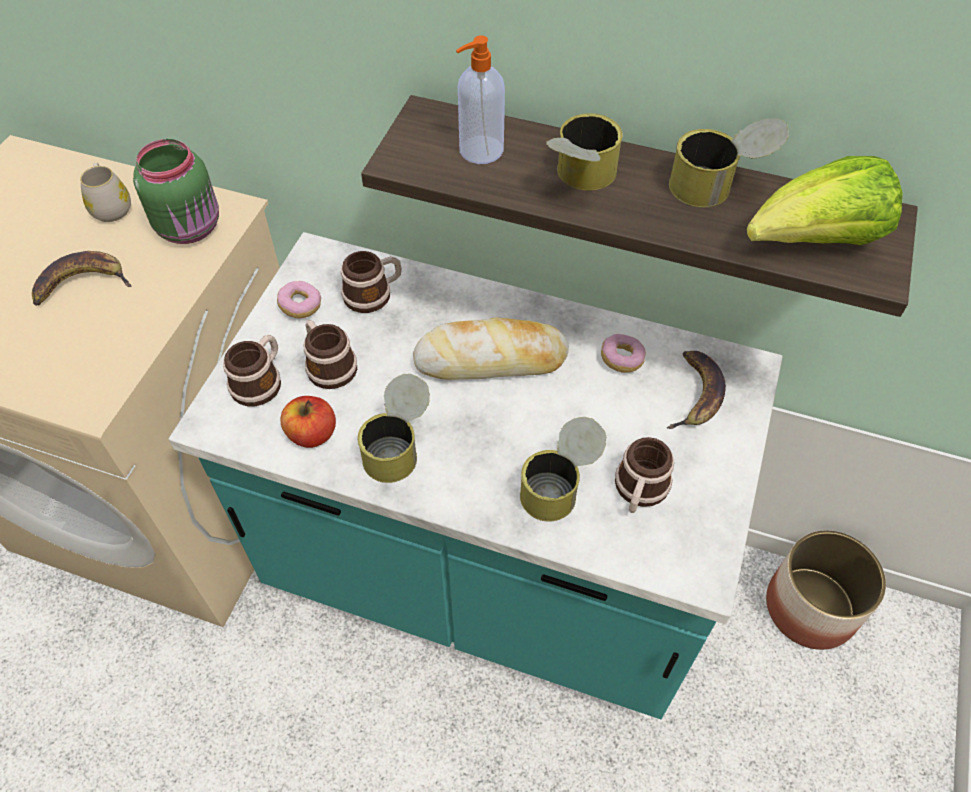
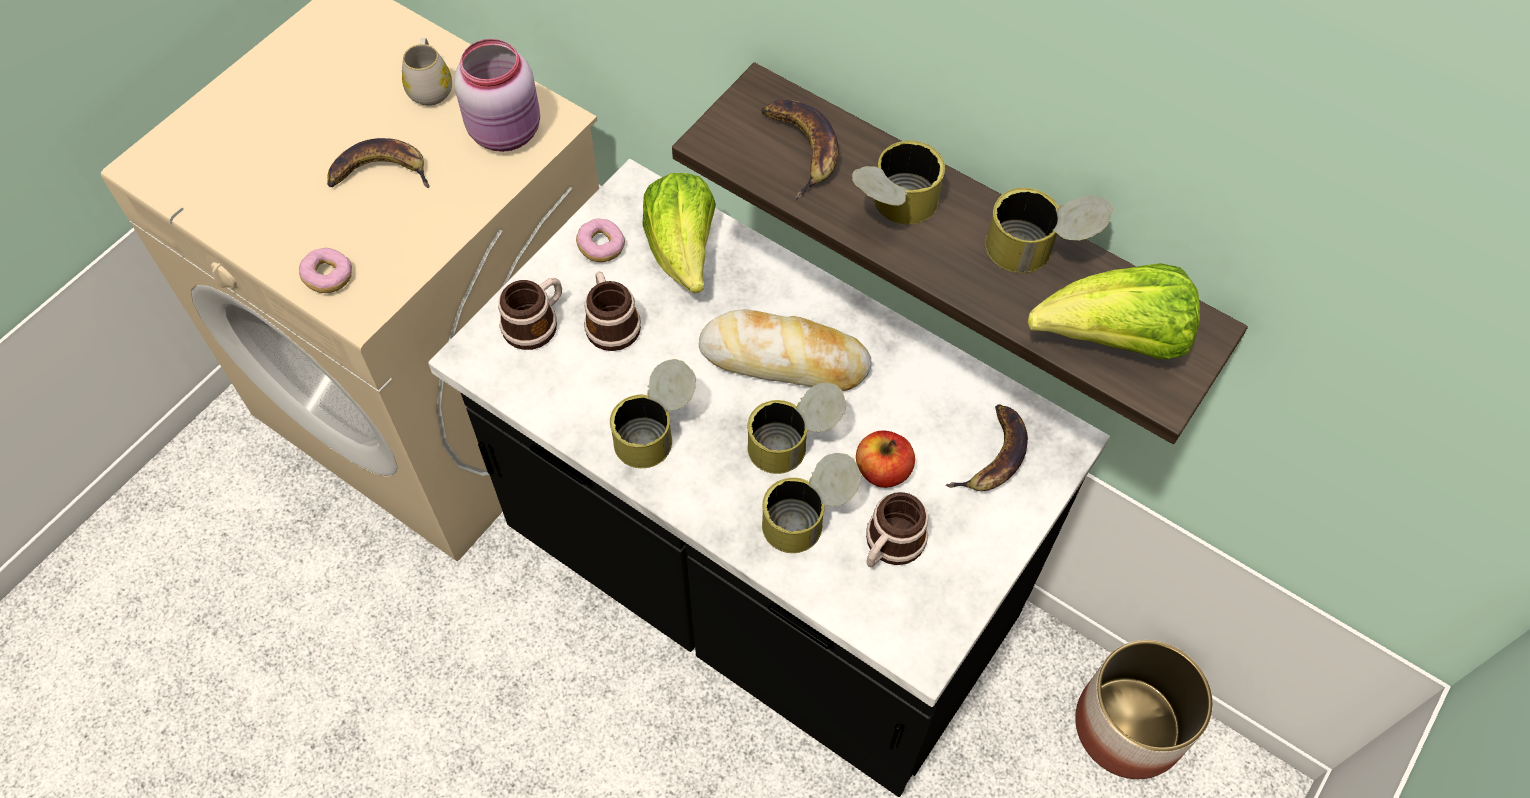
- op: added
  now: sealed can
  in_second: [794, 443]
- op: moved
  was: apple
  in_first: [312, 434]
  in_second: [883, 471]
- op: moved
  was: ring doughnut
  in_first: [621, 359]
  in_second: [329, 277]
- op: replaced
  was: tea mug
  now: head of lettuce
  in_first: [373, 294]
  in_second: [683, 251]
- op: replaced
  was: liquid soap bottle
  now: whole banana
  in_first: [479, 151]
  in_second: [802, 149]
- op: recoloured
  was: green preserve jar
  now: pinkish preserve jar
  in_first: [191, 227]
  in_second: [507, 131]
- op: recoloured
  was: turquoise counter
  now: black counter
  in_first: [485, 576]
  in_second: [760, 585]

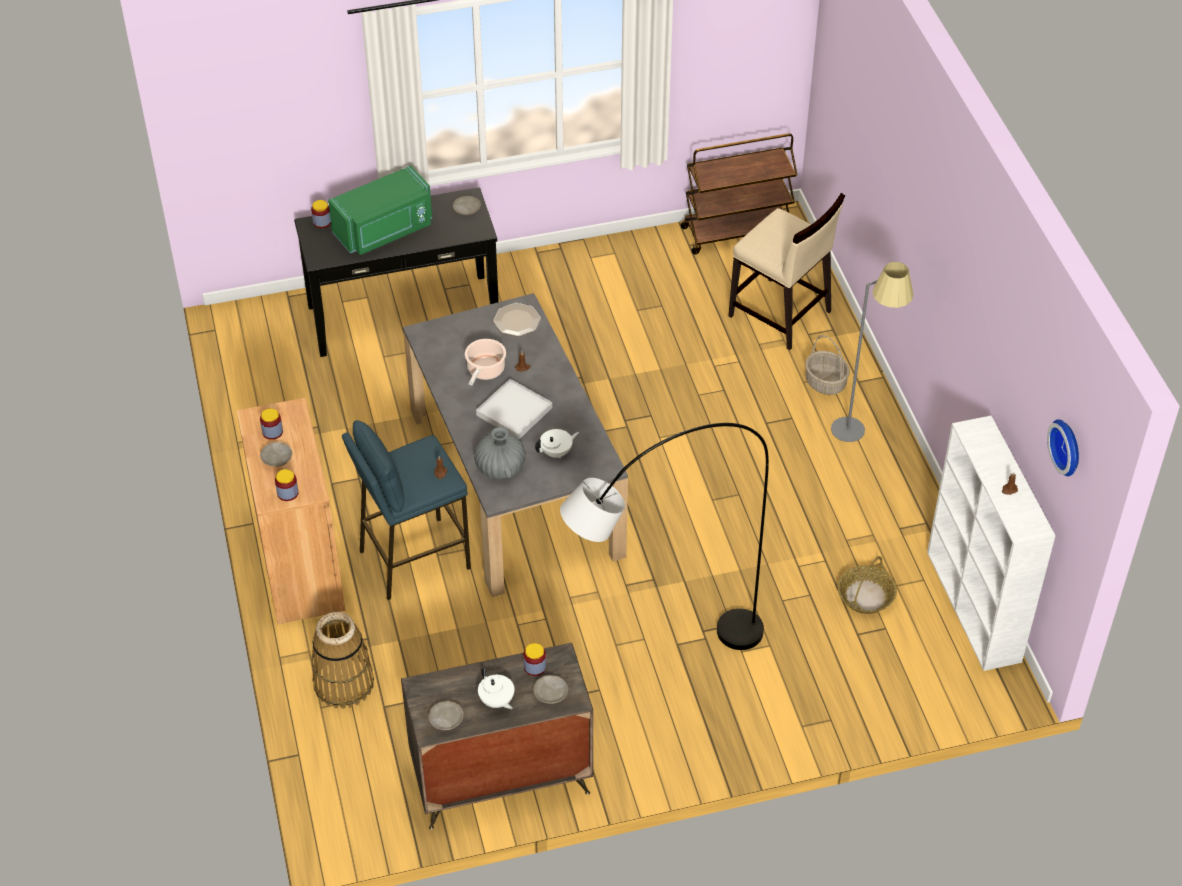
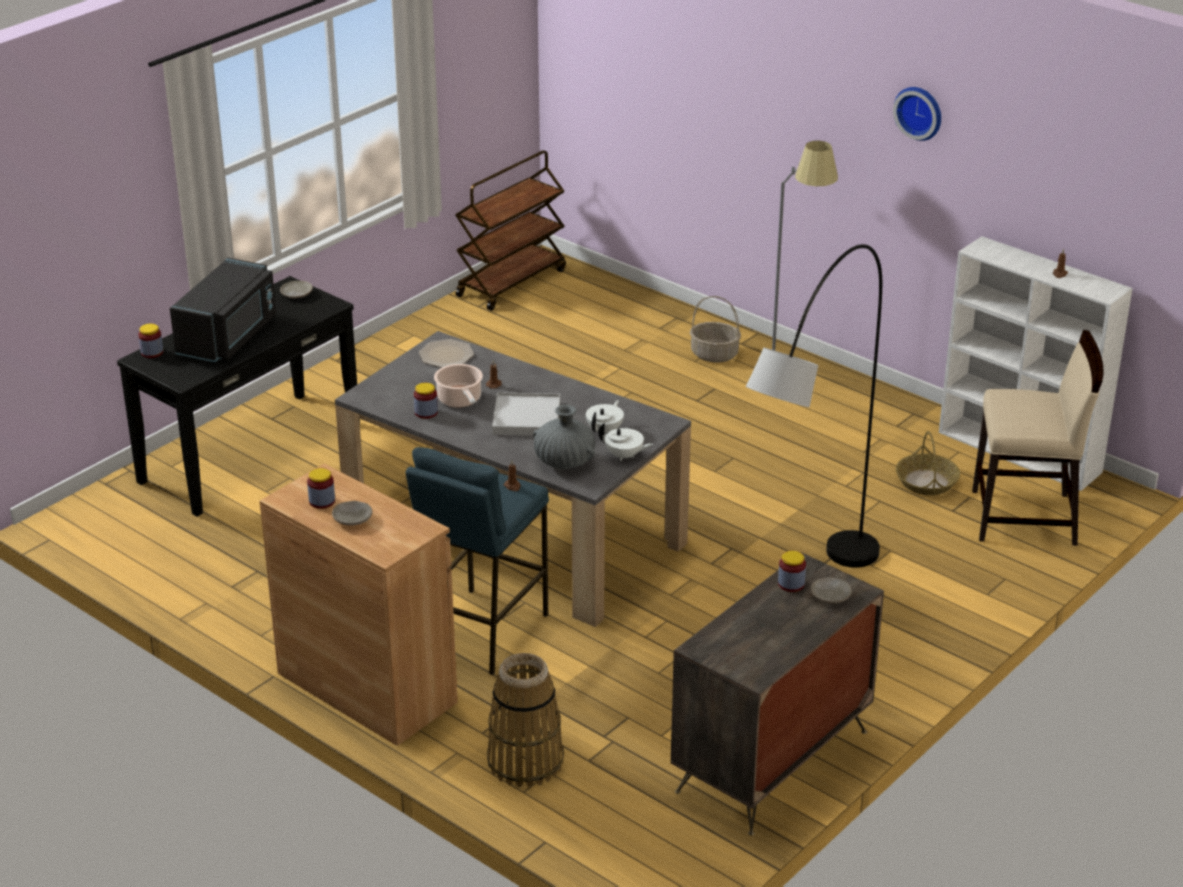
- op: removed
  was: beige-coloured dinner plate
  in_first: [446, 719]
- op: moved
  was: preserve jar
  in_first: [287, 493]
  in_second: [426, 412]
- op: moved
  was: whitish tea pot
  in_first: [496, 701]
  in_second: [624, 456]
- op: moved
  was: beige-coloured chair
  in_first: [780, 314]
  in_second: [1025, 518]
- op: moved
  was: hanging clock
  in_first: [1068, 446]
  in_second: [920, 112]
- op: recoloured
  was: green kitchen microwave
  now: black kitchen microwave
  in_first: [385, 231]
  in_second: [229, 336]

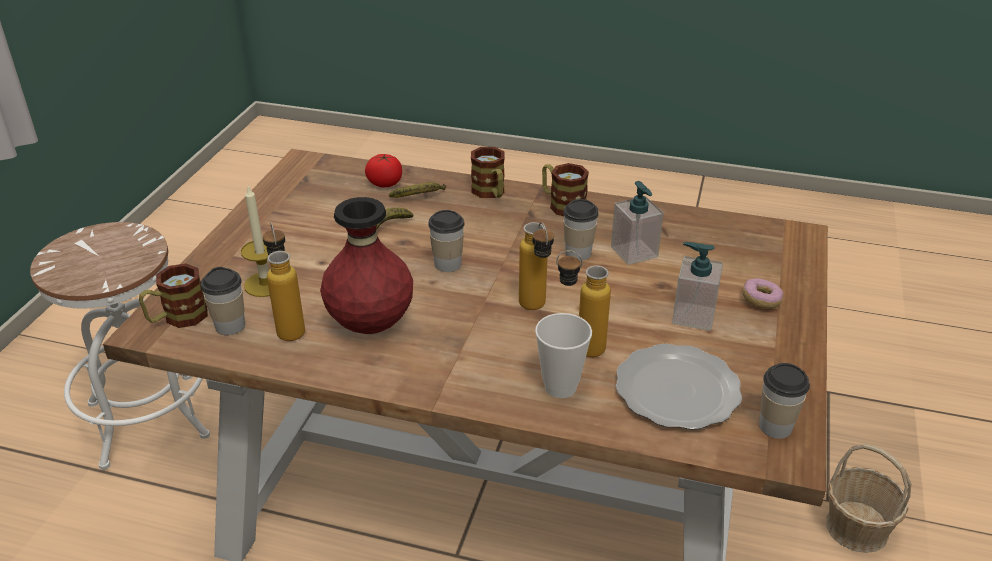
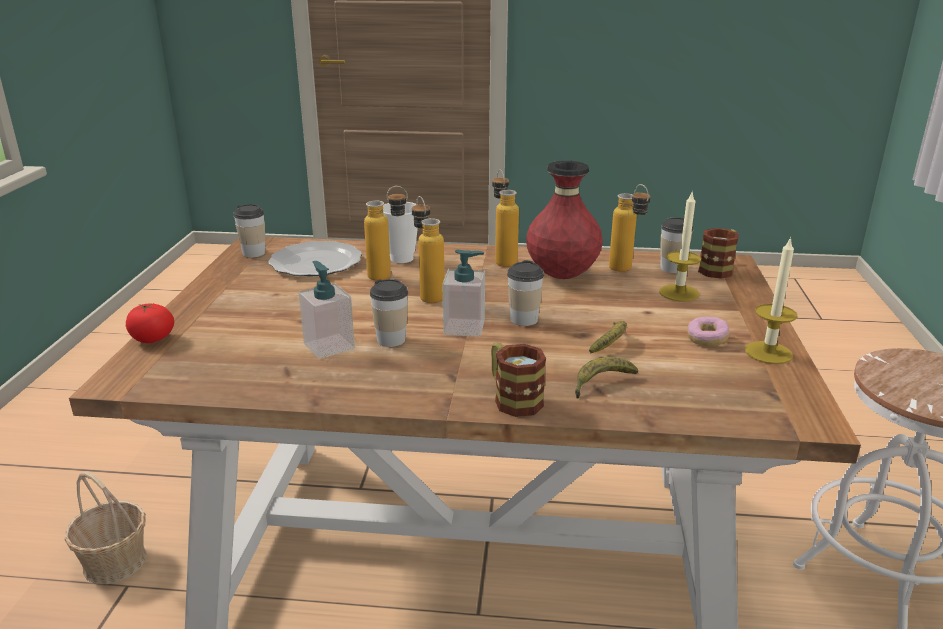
- op: removed
  was: tea mug
  in_first: [562, 204]
- op: added
  now: beverage bottle
  in_second: [503, 260]
- op: added
  now: candle
  in_second: [768, 352]
- op: moved
  was: fresh tomato
  in_first: [385, 183]
  in_second: [152, 339]
- op: moved
  was: liquid soap bottle
  in_first: [693, 316]
  in_second: [464, 327]
- op: moved
  was: ring doughnut
  in_first: [761, 301]
  in_second: [706, 339]

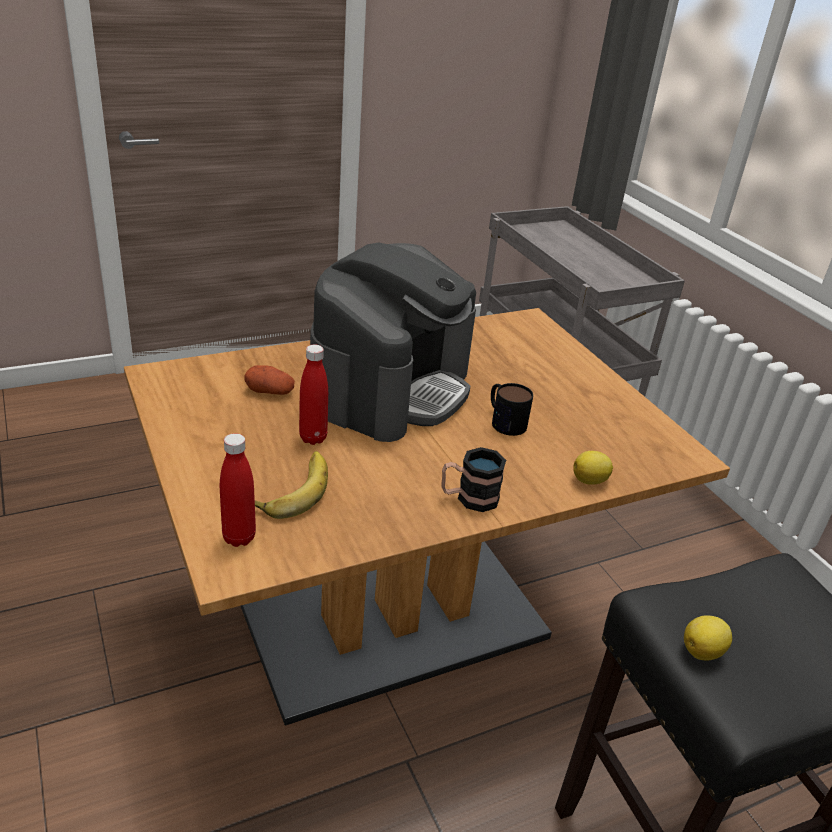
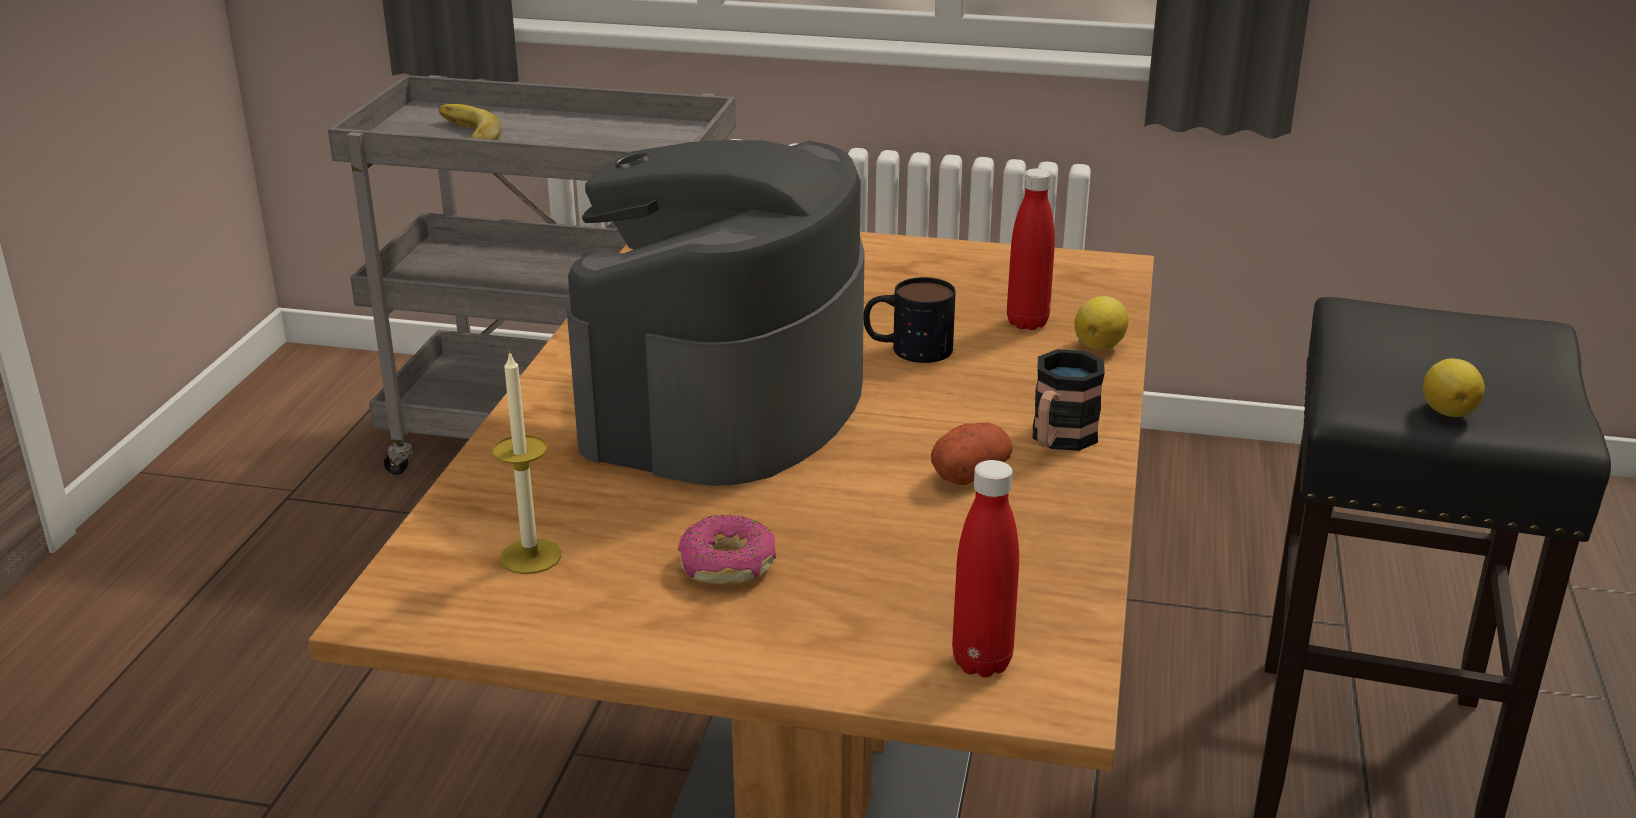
- op: added
  now: candle
  in_second: [530, 556]
- op: added
  now: ring doughnut
  in_second: [728, 565]
- op: moved
  was: whole potato
  in_first: [270, 391]
  in_second: [970, 473]
- op: moved
  was: whole banana
  in_first: [291, 489]
  in_second: [459, 136]
- op: moved
  was: reddish beverage bottle
  in_first: [313, 438]
  in_second: [1027, 322]
- op: turned
  was: coffee maker
  in_first: [391, 388]
  in_second: [724, 400]
  clockwise: -135

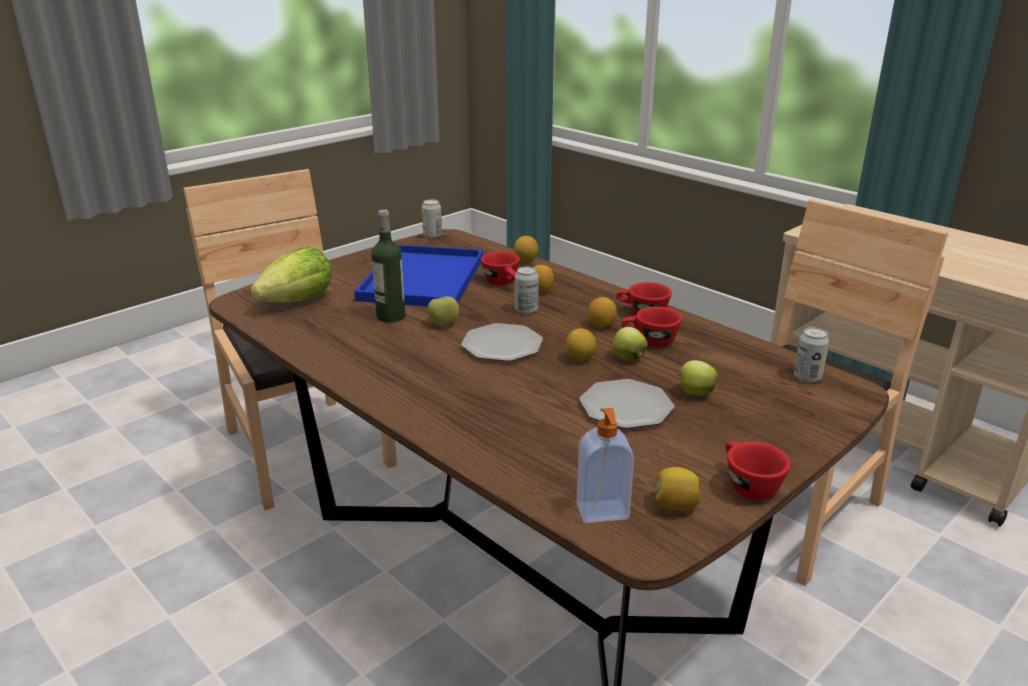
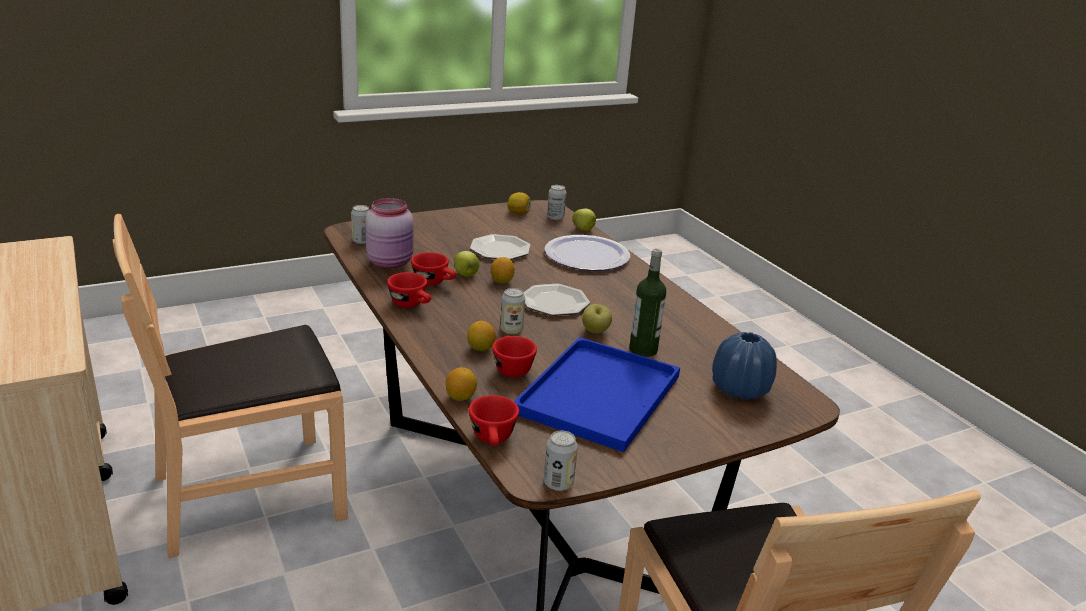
- op: removed
  was: citrus fruit
  in_first: [601, 325]
- op: added
  now: pinkish preserve jar
  in_second: [391, 262]
- op: added
  now: dinner plate
  in_second: [587, 255]
- op: moved
  was: apple
  in_first: [694, 393]
  in_second: [584, 229]
- op: moved
  was: reddish drinking cup
  in_first: [747, 485]
  in_second: [493, 440]
- op: replaced
  was: head of lettuce
  now: blue vase
  in_first: [298, 301]
  in_second: [739, 389]
- op: replaced
  was: liquid soap bottle
  now: sealed can
  in_first: [602, 513]
  in_second: [555, 217]

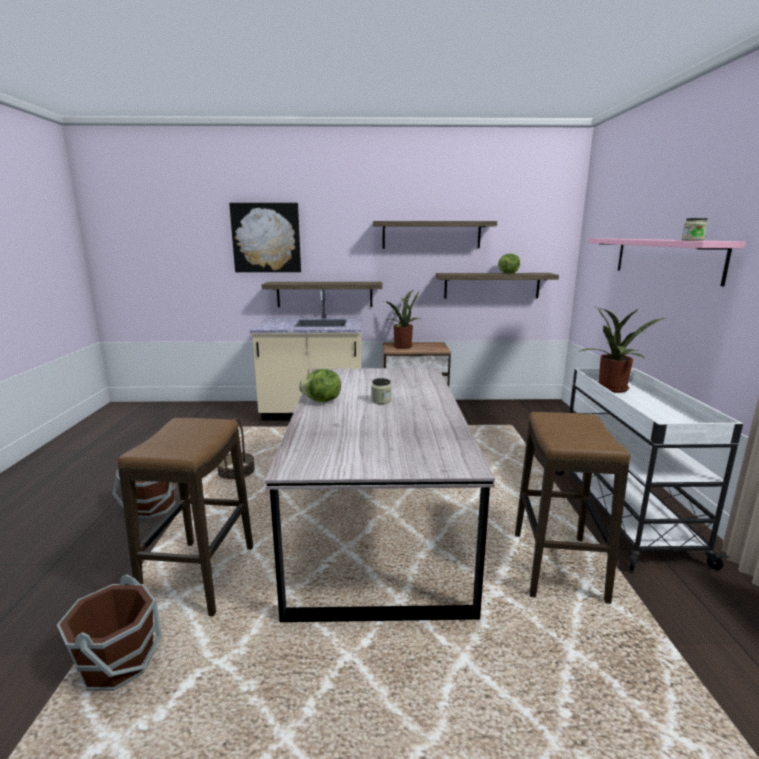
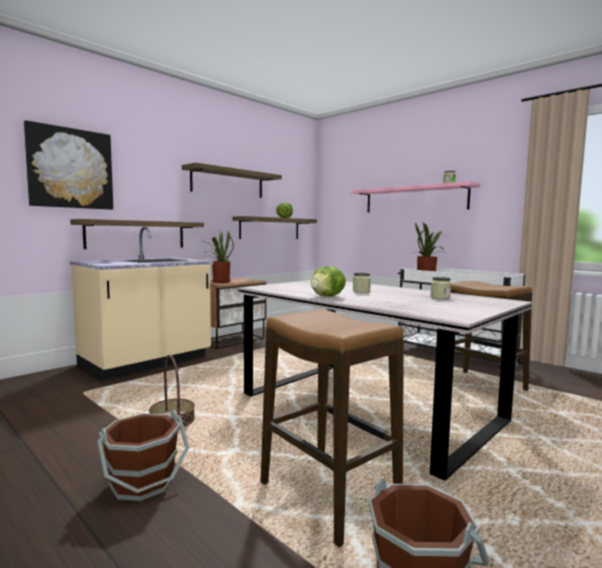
- op: added
  now: preserve jar
  in_second: [440, 297]

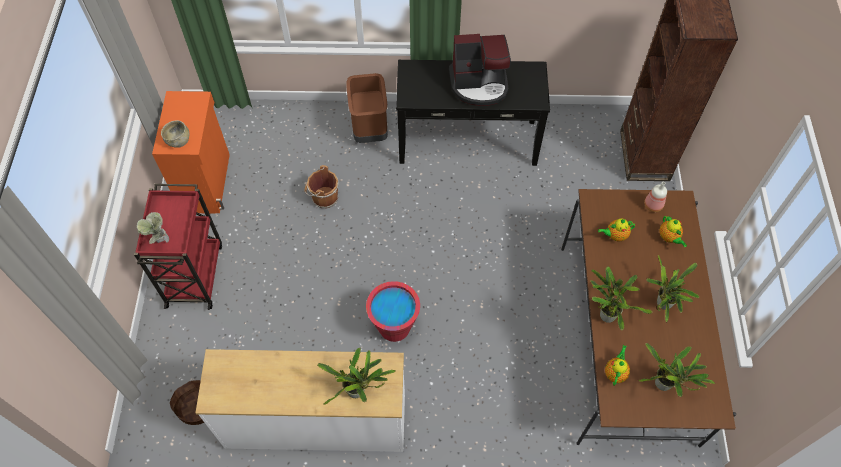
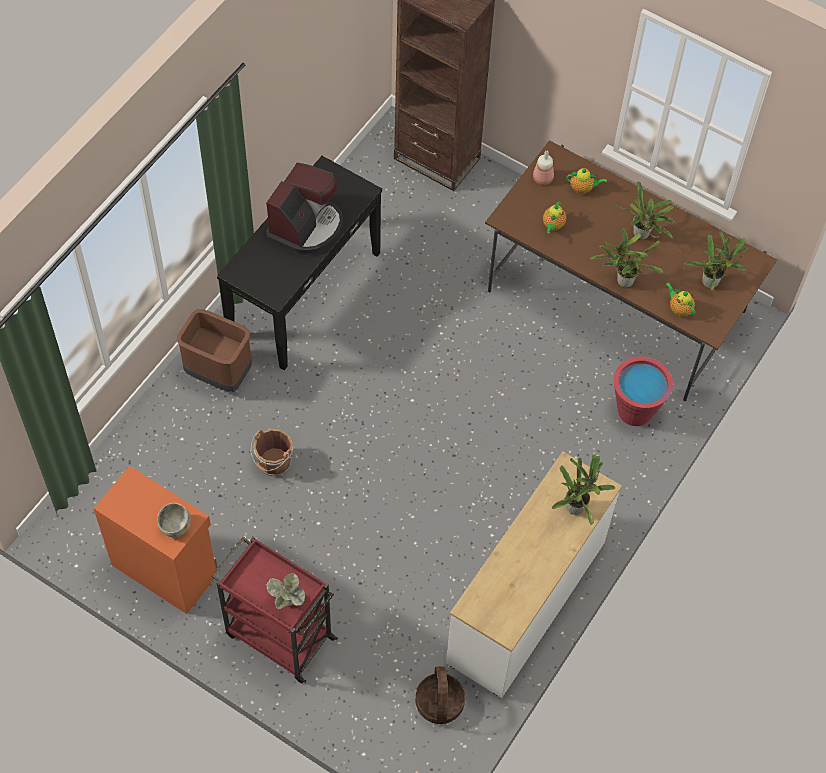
- op: moved
  was: reddish water bucket
  in_first: [394, 327]
  in_second: [635, 410]

